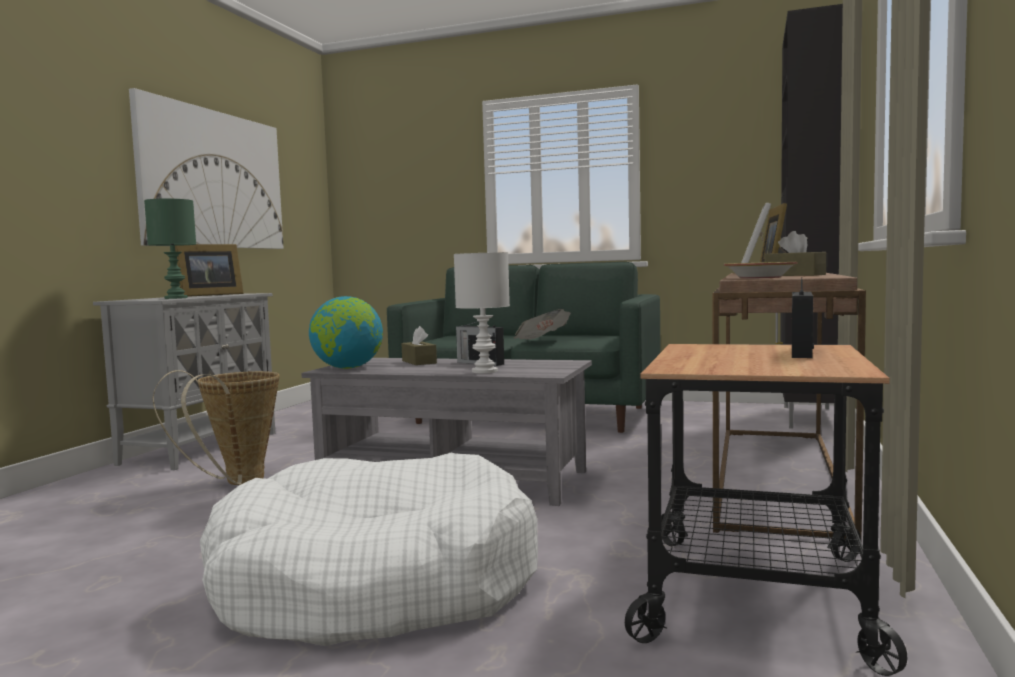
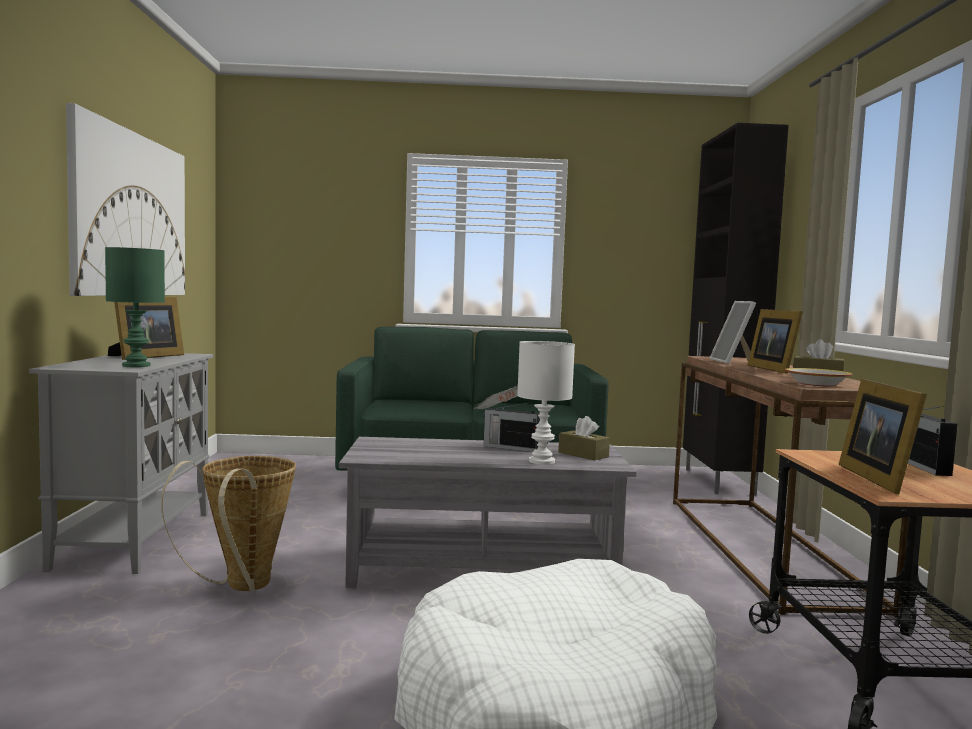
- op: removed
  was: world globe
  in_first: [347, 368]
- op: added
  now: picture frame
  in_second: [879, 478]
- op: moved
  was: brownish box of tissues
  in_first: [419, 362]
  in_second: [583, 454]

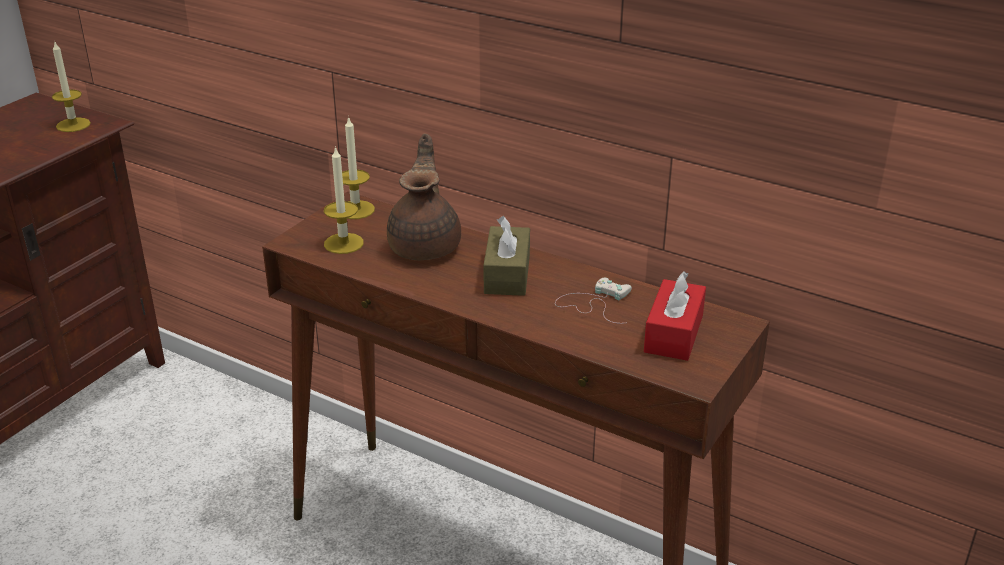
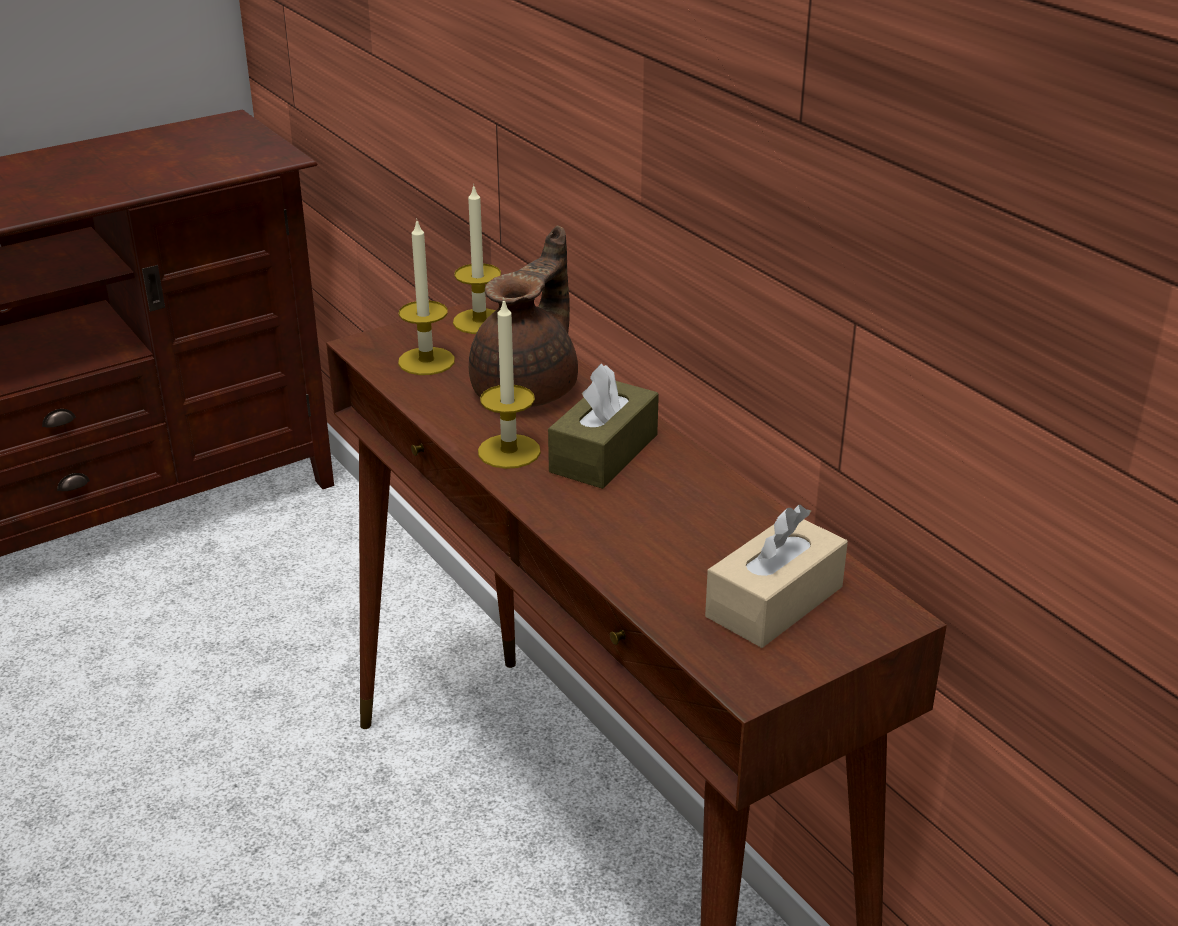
- op: removed
  was: whitish joypad
  in_first: [594, 303]
- op: moved
  was: candle
  in_first: [73, 125]
  in_second: [509, 451]
- op: recoloured
  was: reddish box of tissues
  now: beige-coloured box of tissues
  in_first: [673, 333]
  in_second: [774, 602]

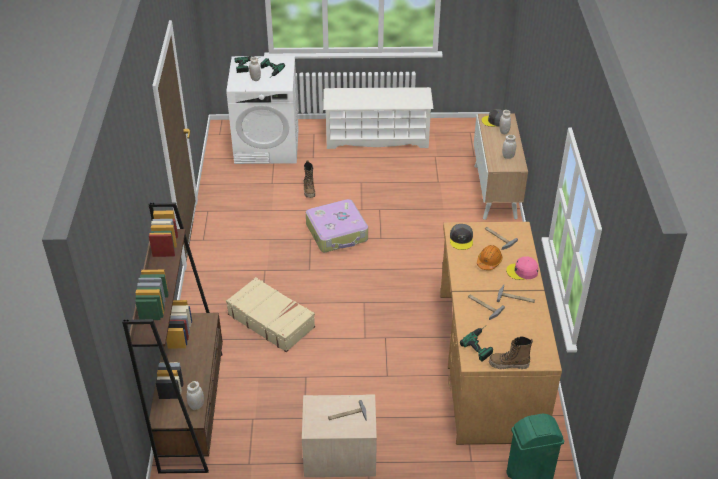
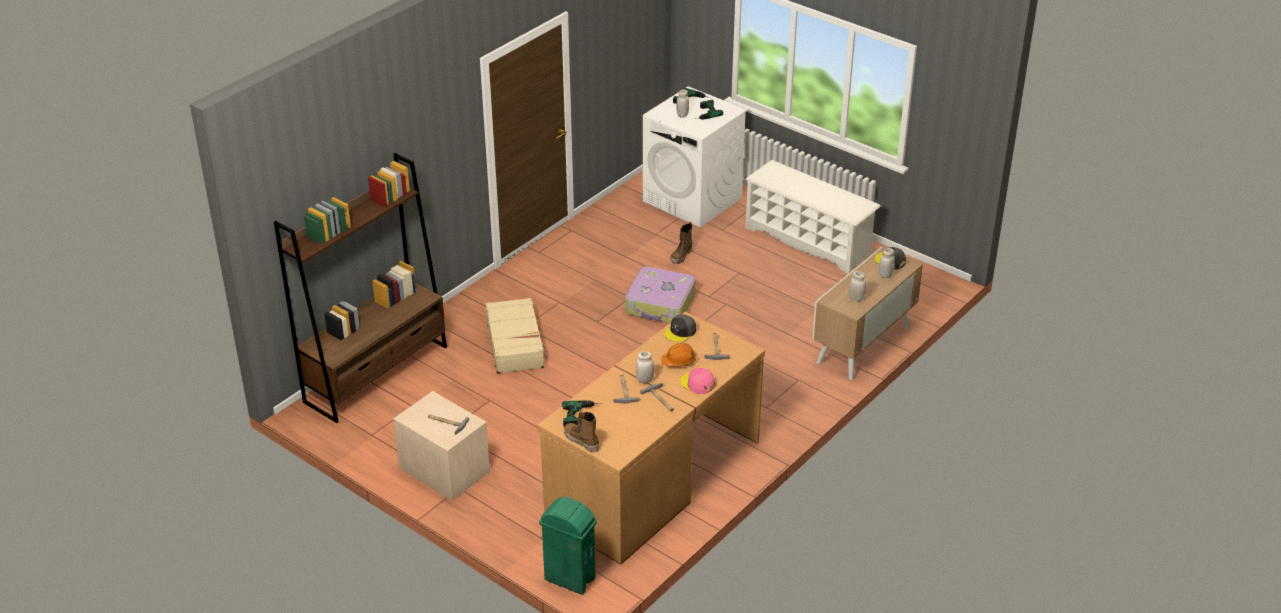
- op: moved
  was: whitish preserve jar
  in_first: [196, 405]
  in_second: [644, 380]

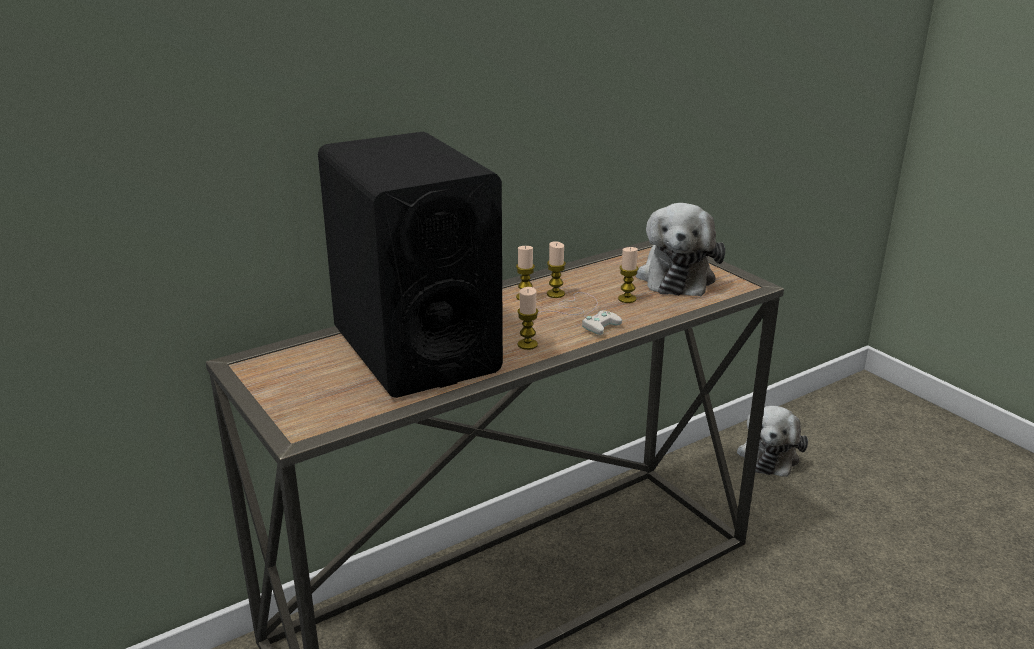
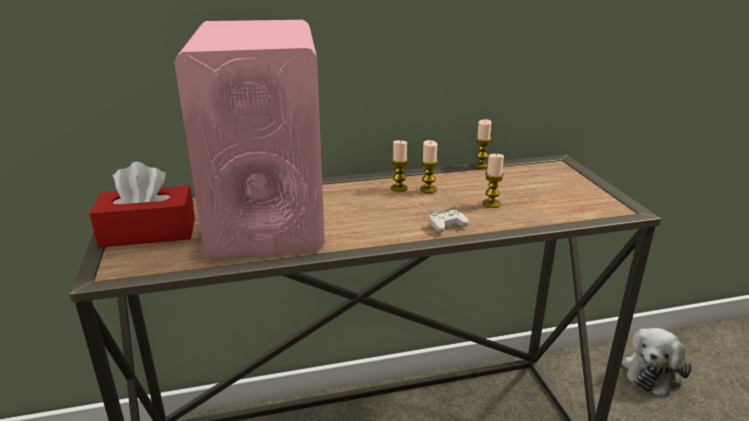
- op: removed
  was: plush toy
  in_first: [676, 276]
- op: added
  now: reddish box of tissues
  in_second: [148, 232]
- op: moved
  was: candle
  in_first: [527, 344]
  in_second: [481, 165]
- op: recoloured
  was: black speaker
  now: pinkish speaker
  in_first: [414, 349]
  in_second: [267, 217]

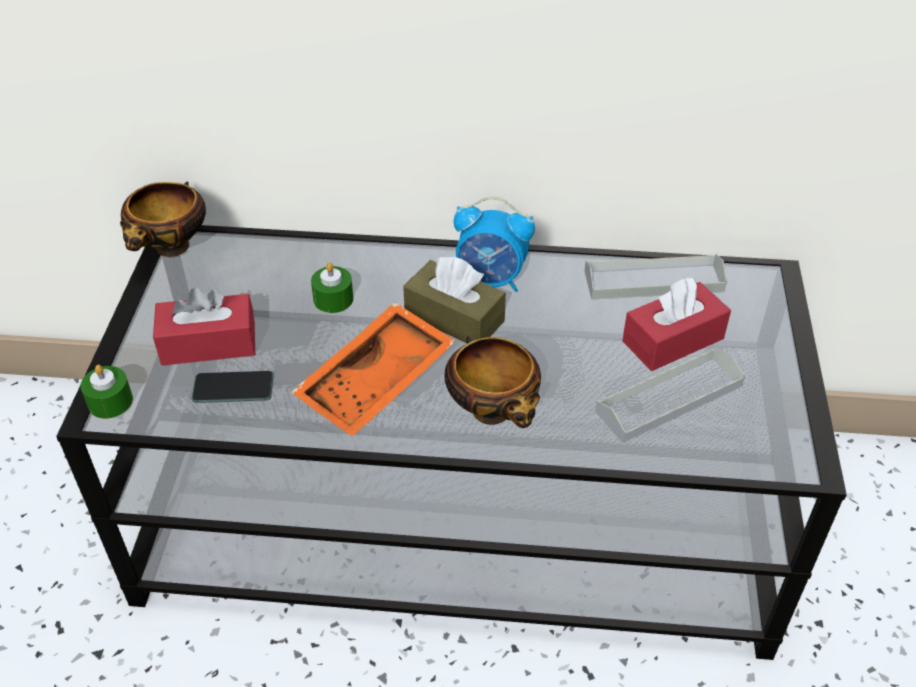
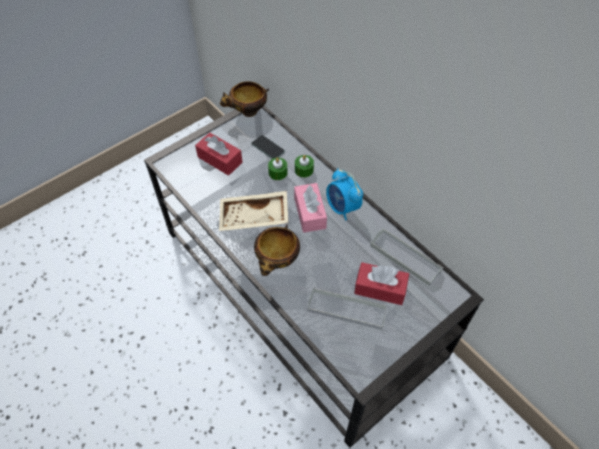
- op: moved
  was: green candle
  in_first: [110, 401]
  in_second: [304, 170]
- op: moved
  was: handset
  in_first: [233, 388]
  in_second: [268, 147]
- op: recoloured
  was: orangey serving tray
  now: beige-coloured serving tray
  in_first: [378, 383]
  in_second: [254, 218]
- op: recoloured
  was: brownish box of tissues
  now: pinkish box of tissues
  in_first: [454, 318]
  in_second: [310, 213]

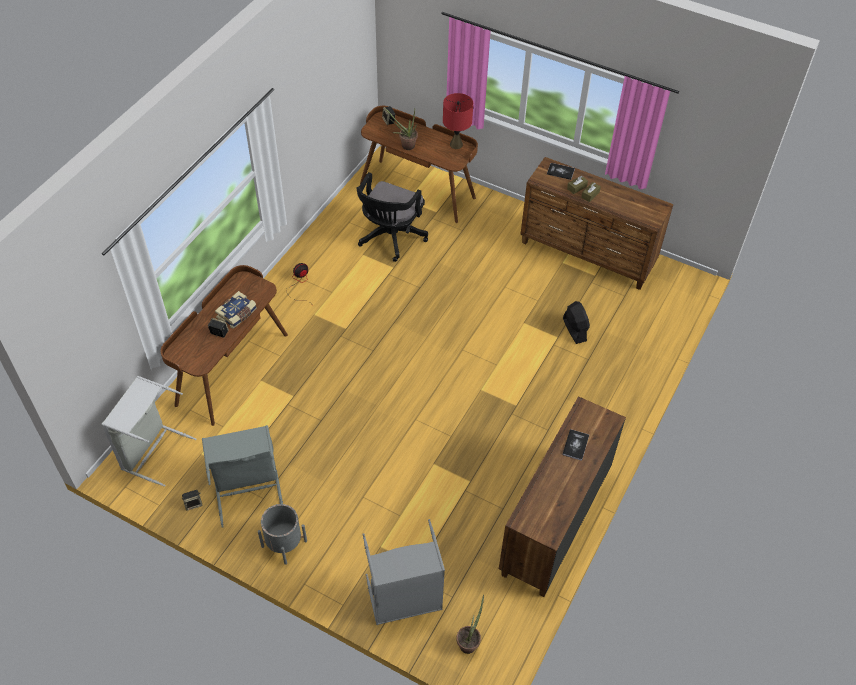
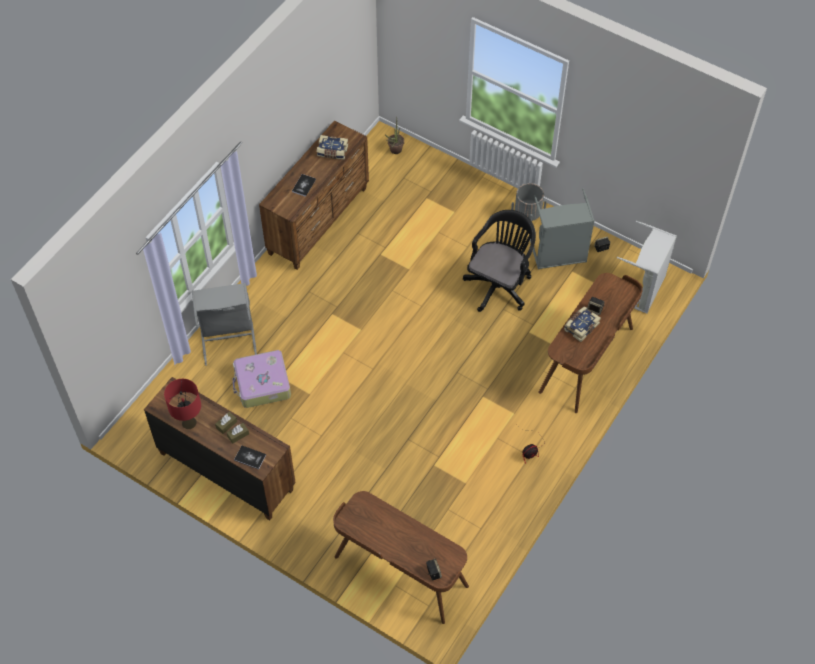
- op: removed
  was: plant in a pot
  in_first: [405, 146]
- op: added
  now: volume
  in_second: [332, 152]
- op: moved
  was: black computer chair
  in_first: [390, 238]
  in_second: [499, 284]
- op: moved
  was: greyish washing basket
  in_first: [405, 600]
  in_second: [228, 338]
- op: moved
  was: reddish tabletop lamp
  in_first: [456, 145]
  in_second: [189, 422]
- op: replaced
  was: black electric fan
  now: travel case
  in_first: [574, 329]
  in_second: [262, 384]

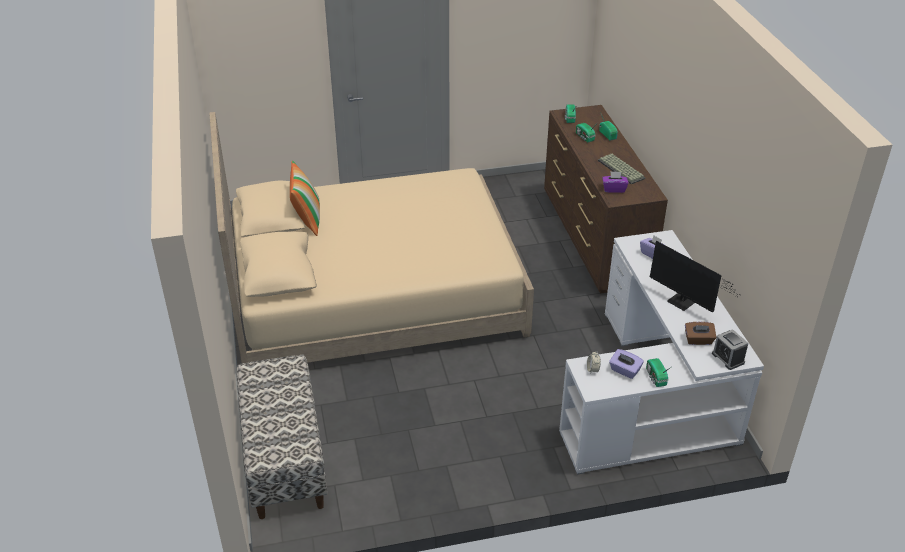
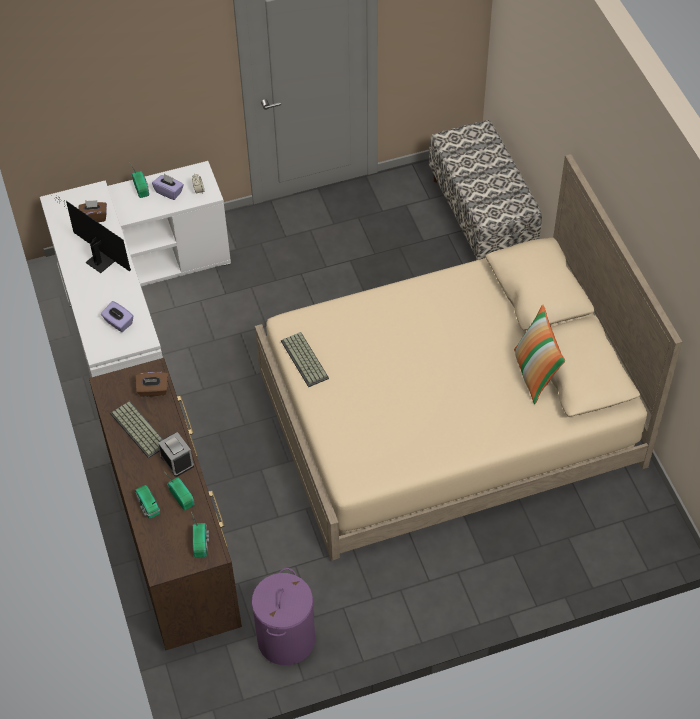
- op: added
  now: purple-coloured washing basket
  in_second: [286, 638]
- op: added
  now: keyboard
  in_second: [306, 360]
- op: moved
  was: table clock
  in_first: [728, 358]
  in_second: [177, 461]
- op: recoloured
  was: purple-coloured box of tissues
  now: brownish box of tissues
  in_first: [614, 189]
  in_second: [153, 390]

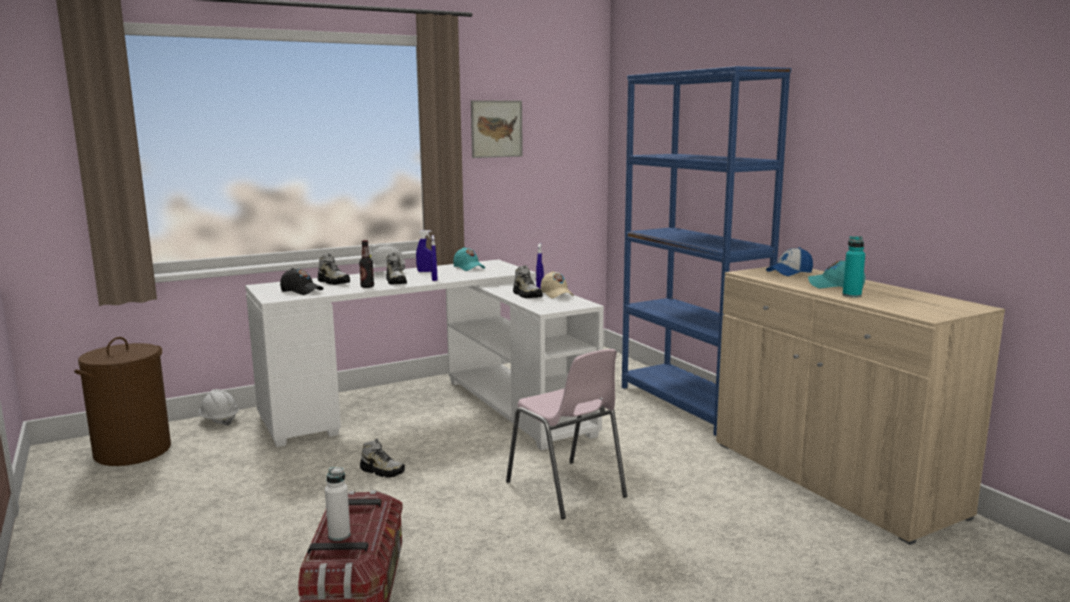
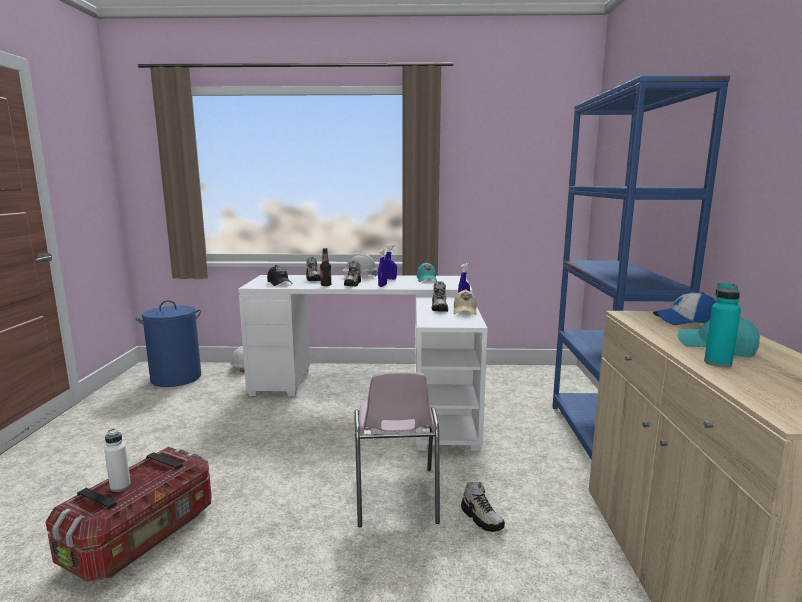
- op: removed
  was: wall art
  in_first: [496, 129]
- op: moved
  was: item of footwear
  in_first: [382, 471]
  in_second: [482, 518]
- op: recoloured
  was: brownish washing basket
  now: blue washing basket
  in_first: [133, 451]
  in_second: [176, 378]

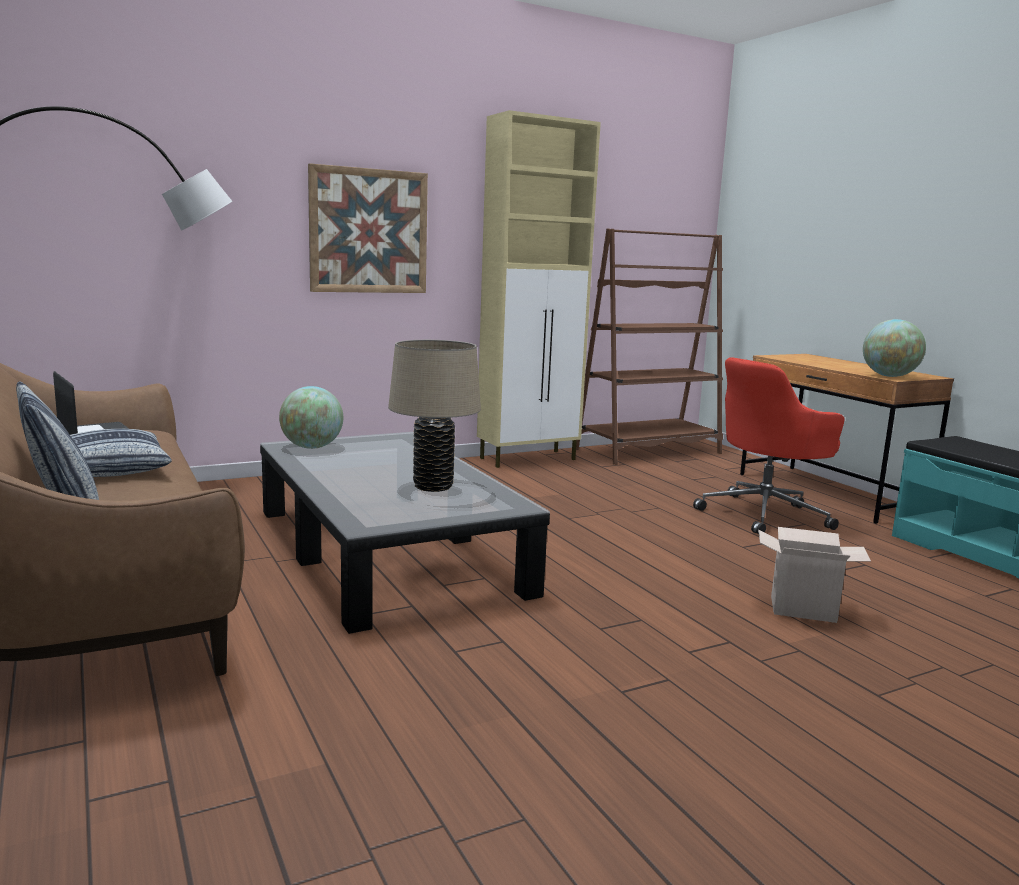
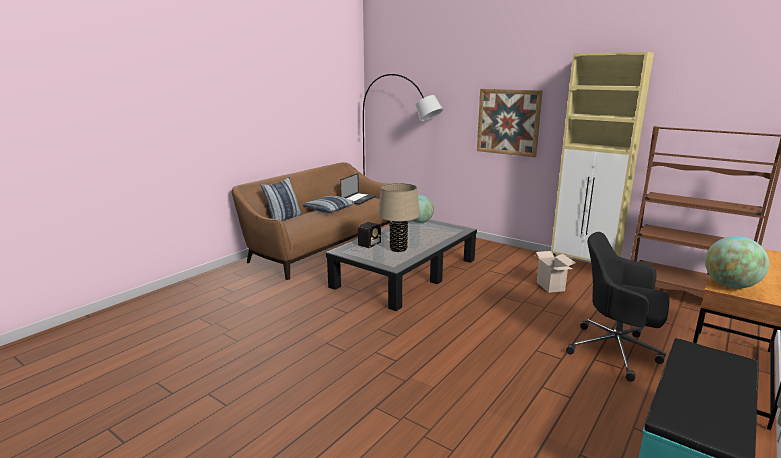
- op: added
  now: radio receiver
  in_second: [363, 245]
- op: moved
  was: packing box
  in_first: [805, 609]
  in_second: [551, 287]
- op: recoloured
  was: reddish computer chair
  now: black computer chair
  in_first: [765, 514]
  in_second: [616, 351]

